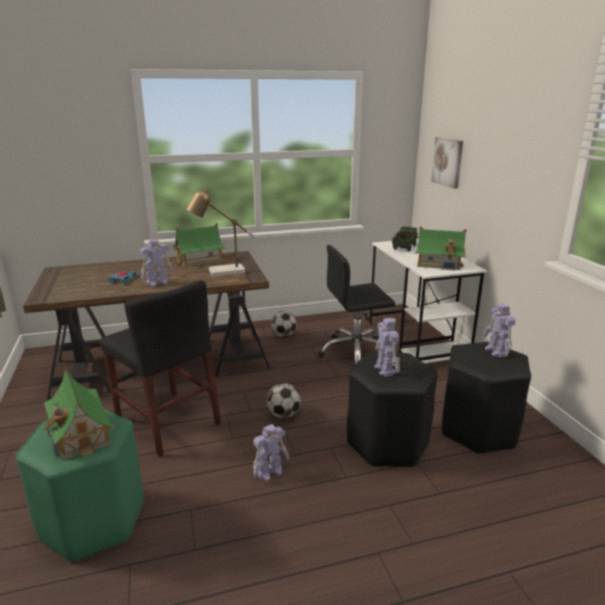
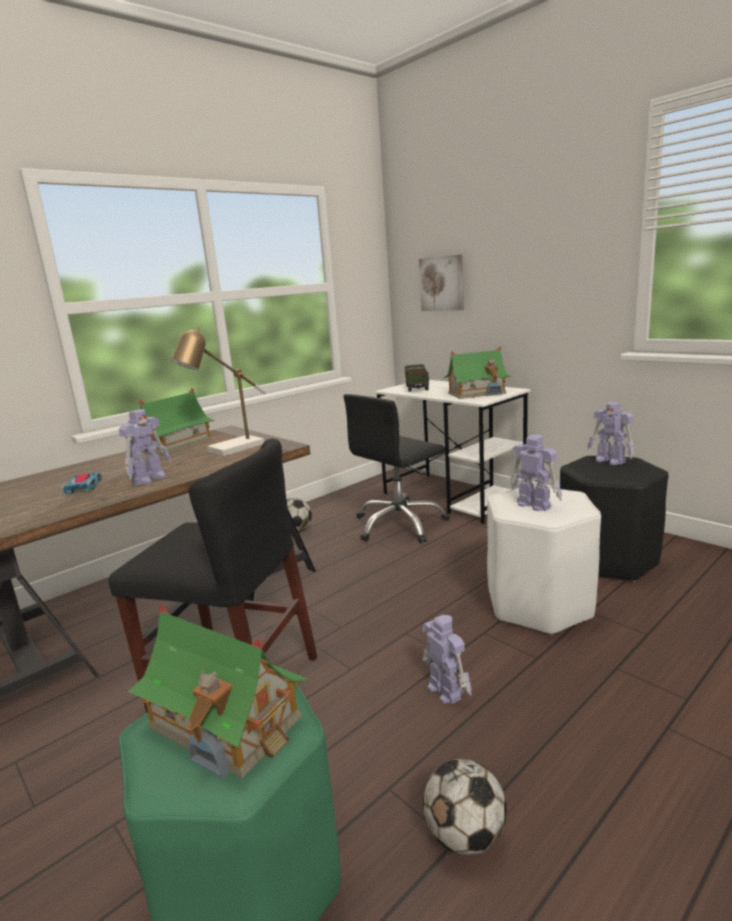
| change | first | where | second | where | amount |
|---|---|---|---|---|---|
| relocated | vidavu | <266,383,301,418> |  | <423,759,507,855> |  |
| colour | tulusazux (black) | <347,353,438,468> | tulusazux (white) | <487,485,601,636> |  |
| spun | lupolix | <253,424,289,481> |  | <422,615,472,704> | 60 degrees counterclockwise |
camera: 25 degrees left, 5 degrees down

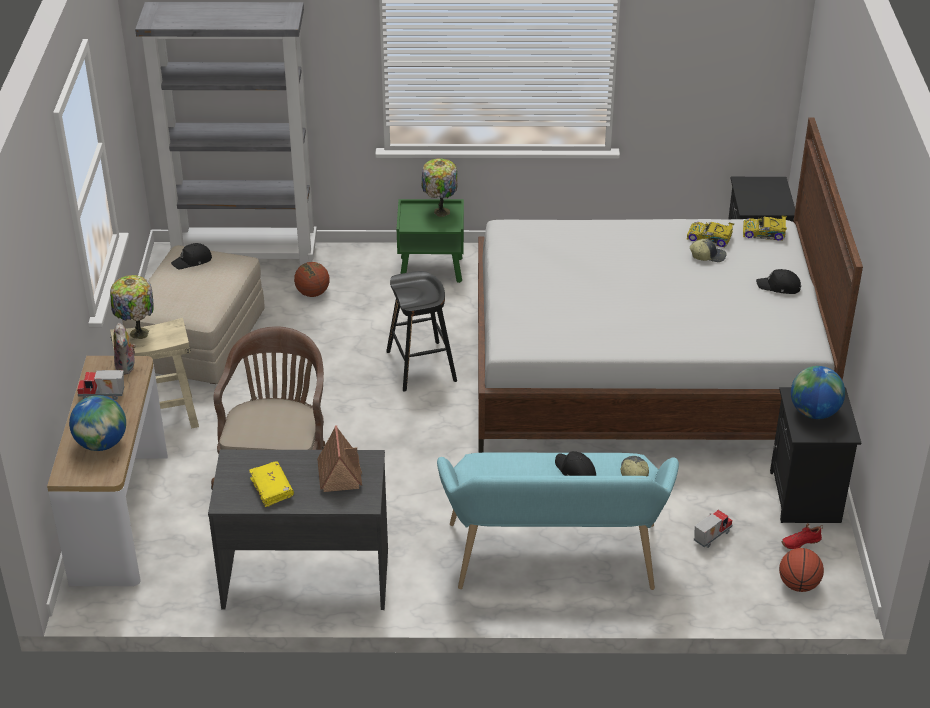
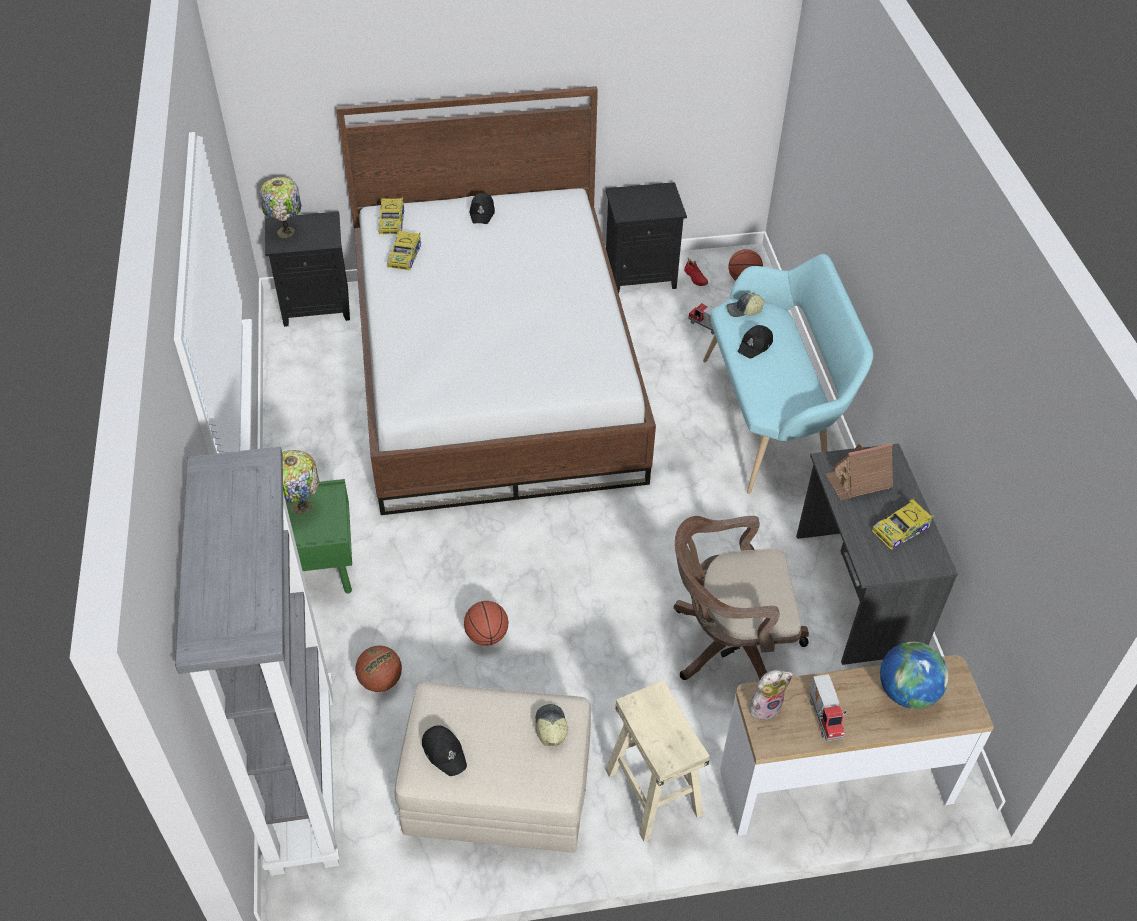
| change | first | where | second | where | amount |
|---|---|---|---|---|---|
| missing | tulusazux (black) | <386,271,457,392> |  |  |  |
| missing | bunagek | <791,366,845,419> |  |  |  |
| appeared |  |  | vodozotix | <464,601,508,646> |  |
| relocated | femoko | <110,275,154,339> |  | <260,177,301,238> |  |
| relocated | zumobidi | <690,238,726,262> |  | <535,704,568,746> |  |
| exchanged | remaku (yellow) | <249,461,294,507> | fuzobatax | <872,498,934,549> |  |
camera: 100 degrees left, 10 degrees up

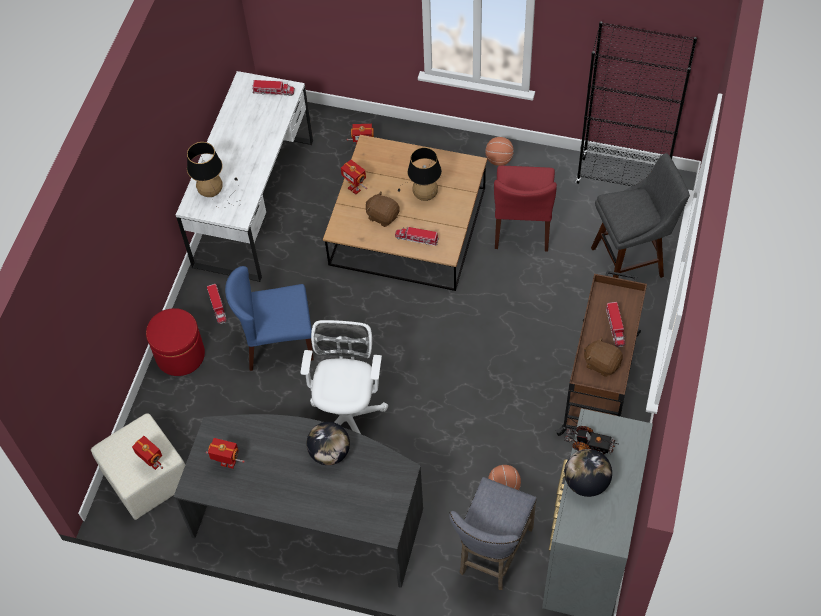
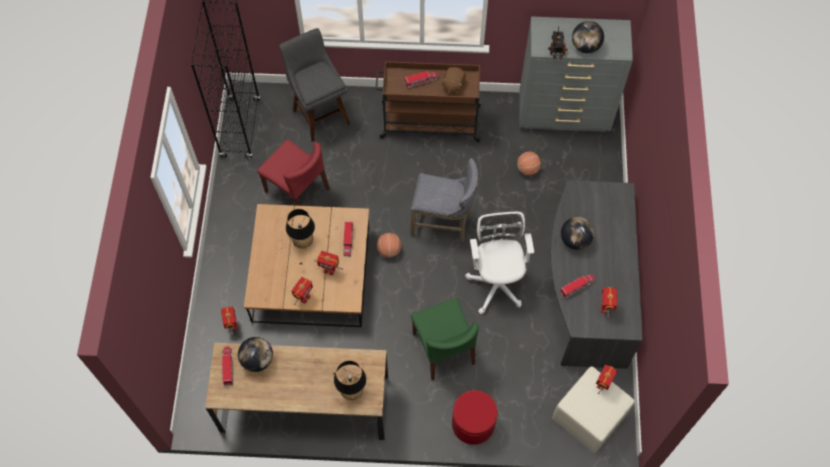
| change | first | where | second | where | amount |
|---|---|---|---|---|---|
| appeared |  |  | bunagek | <238,337,273,372> |  |
| relocated | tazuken | <207,284,227,324> |  | <560,274,595,298> |  |
| relocated | tulusazux (grey) | <449,477,537,590> |  | <410,158,479,242> |  |
| relocated | vodozotix | <485,137,514,166> |  | <377,233,401,258> |  |
| exchanged | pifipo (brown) | <366,191,400,227> | lupolix | <315,251,343,275> |  |
| colour | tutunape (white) | <176,71,313,282> | tutunape (brown) | <205,343,388,440> |  |
| colour | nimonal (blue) | <225,266,314,371> | nimonal (green) | <411,298,479,380> |  |
| spun | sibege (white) | <300,320,388,434> |  | <465,212,534,314> | 90 degrees clockwise |
| spun | nimonal (red) | <494,166,557,252> |  | <257,139,330,206> | 45 degrees clockwise |
camera: 105 degrees left, 5 degrees up

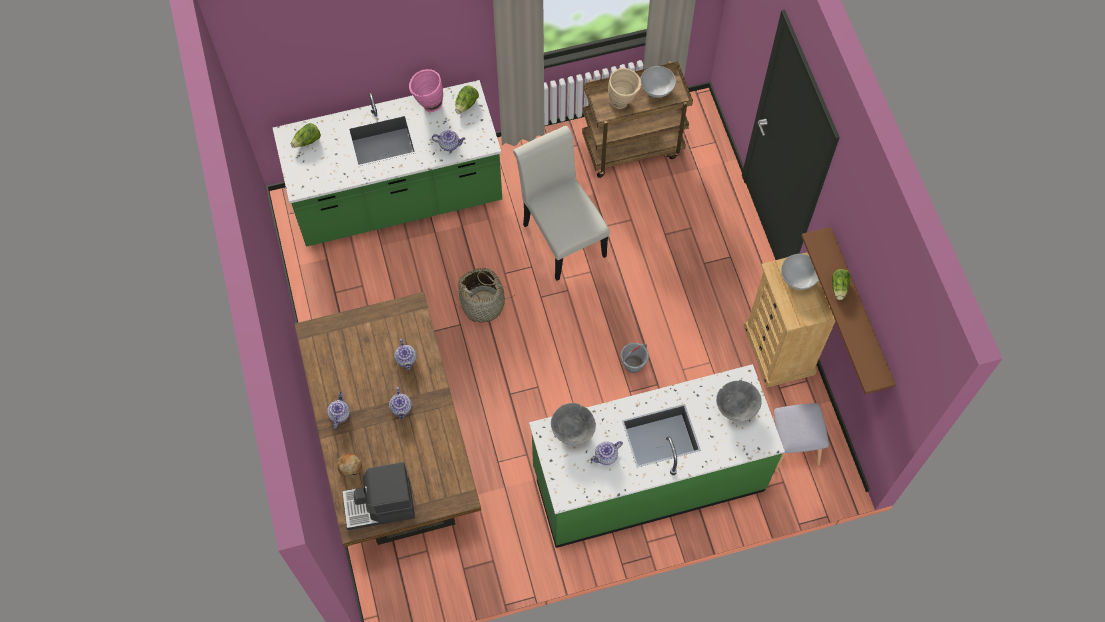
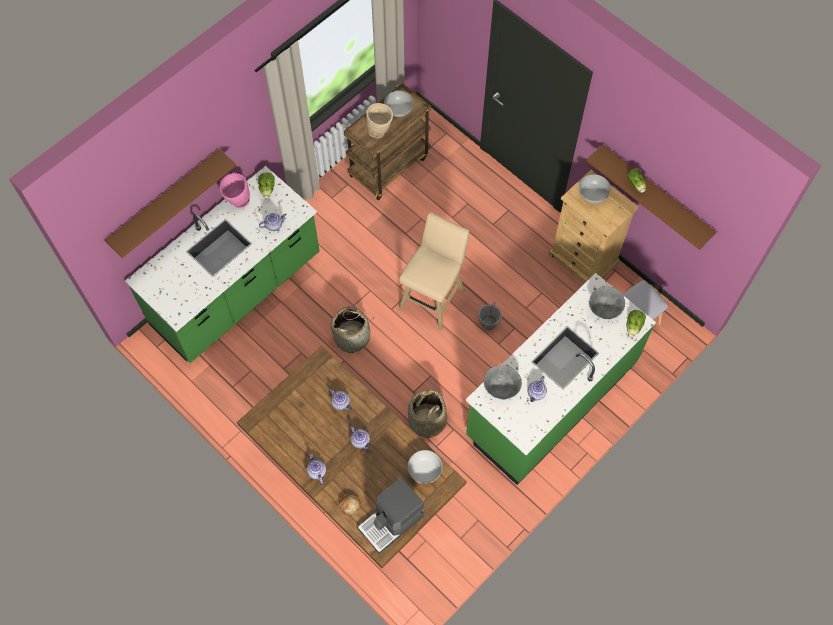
| change | first | where | second | where | amount |
|---|---|---|---|---|---|
| missing | nimonal (white) | <513,126,610,281> |  |  |  |
| appeared |  |  | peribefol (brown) | <105,149,236,258> |  |
| appeared |  |  | tulusazux (beige) | <398,212,469,331> |  |
| appeared |  |  | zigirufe | <408,389,447,443> |  |
| appeared |  |  | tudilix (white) | <408,450,442,484> |  |
| relocated | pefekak | <291,123,321,148> |  | <626,310,646,337> |  |
camera: 30 degrees left, 0 degrees up

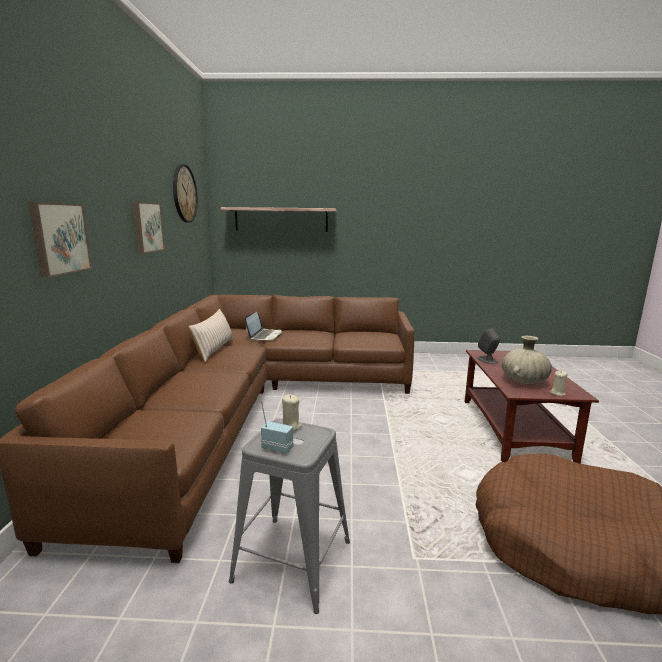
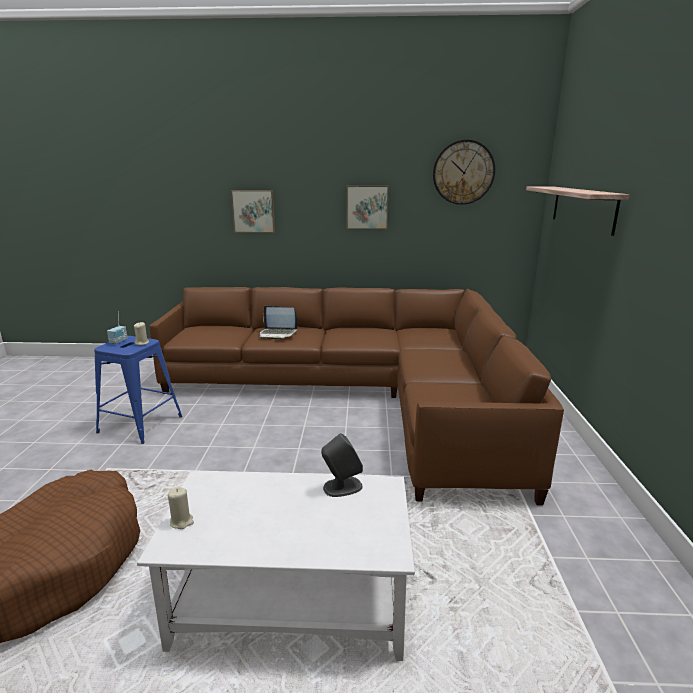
| change | first | where | second | where | amount |
|---|---|---|---|---|---|
| missing | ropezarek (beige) | <188,309,233,362> |  |  |  |
| missing | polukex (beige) | <502,336,552,384> |  |  |  |
| relocated | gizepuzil | <245,312,282,340> |  | <260,305,297,340> |  |
| colour | tulusazux (grey) | <229,419,350,614> | tulusazux (blue) | <94,336,182,444> |  |
| colour | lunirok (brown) | <465,350,599,464> | lunirok (white) | <137,471,415,661> |  |
camera: 90 degrees right, 5 degrees up

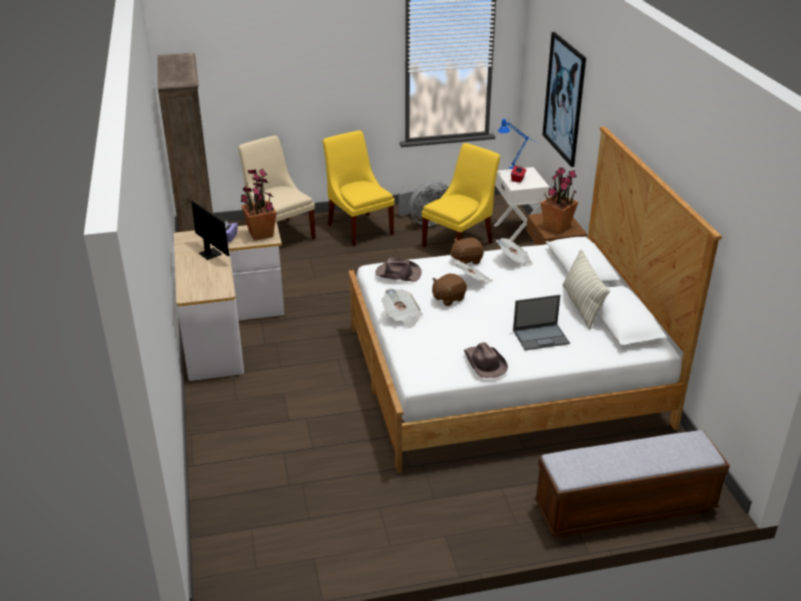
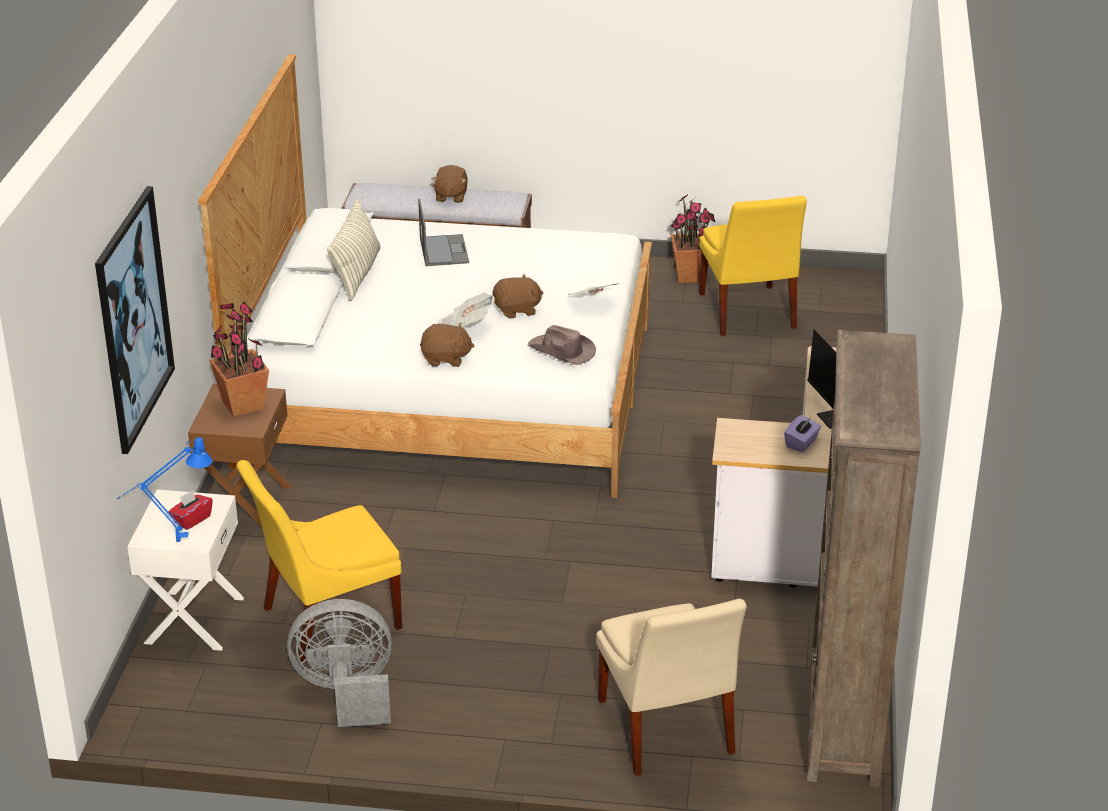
| change | first | where | second | where | amount |
|---|---|---|---|---|---|
| missing | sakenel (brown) | <464,342,508,378> |  |  |  |
| missing | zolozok | <496,238,533,265> |  |  |  |
| appeared |  |  | pifipo (brown) | <432,165,468,203> |  |
| relocated | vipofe | <241,168,277,241> |  | <671,194,715,283> |  |
| relocated | nimonal (yellow) | <323,130,395,247> |  | <699,196,807,336> |  |
| spun | gizepuzil | <513,295,570,350> |  | <418,198,469,266> | 75 degrees clockwise |
camera: 160 degrees left, 0 degrees up

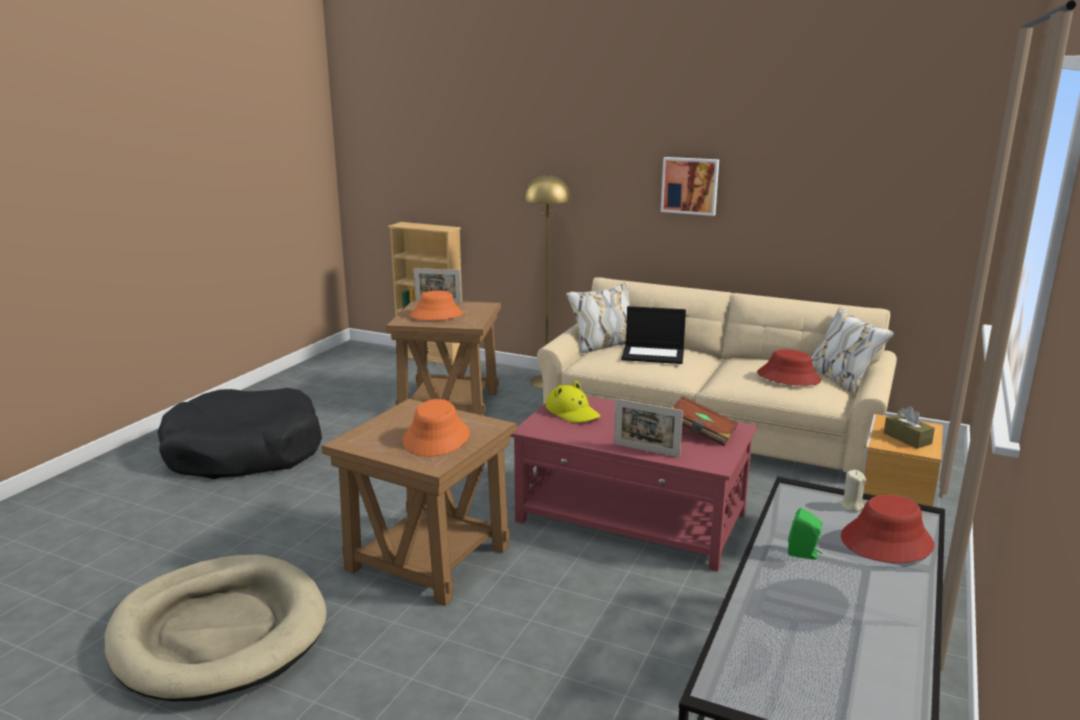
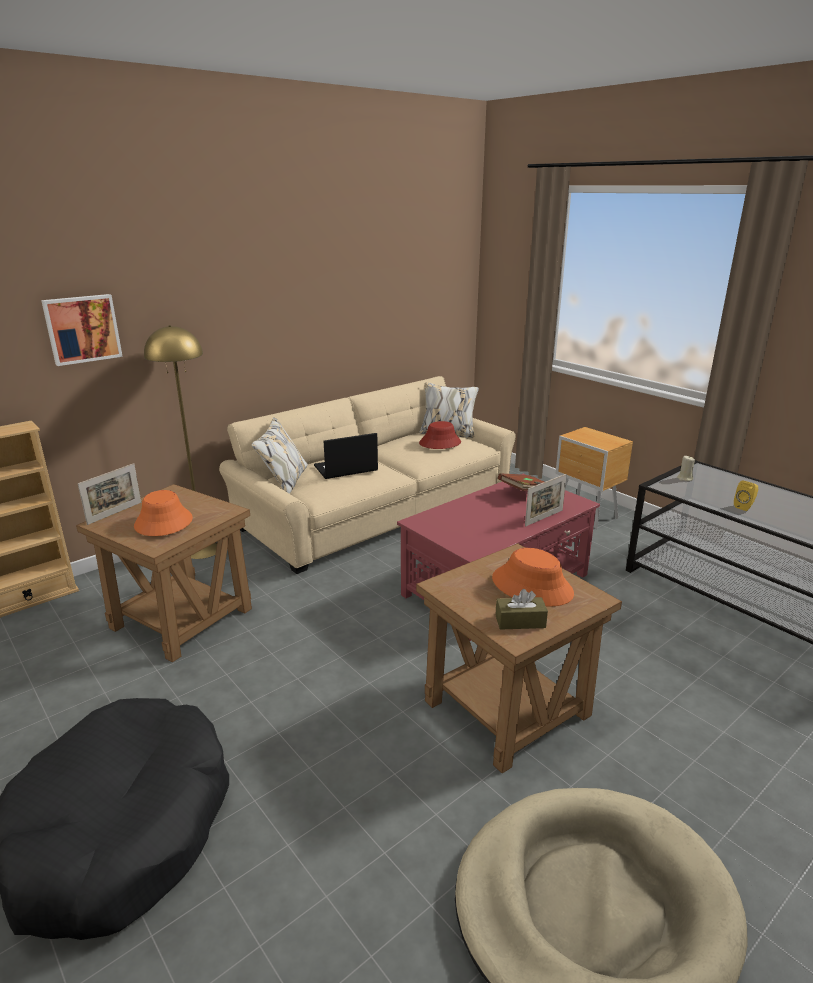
| change | first | where | second | where | amount |
|---|---|---|---|---|---|
| missing | sakenel (yellow) | <546,381,600,423> |  |  |  |
| missing | sakenel (red) | <841,495,935,563> |  |  |  |
| relocated | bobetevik | <661,157,719,216> |  | <41,294,123,366> |  |
| relocated | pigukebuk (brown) | <884,406,935,449> |  | <495,589,548,630> |  |
| colour | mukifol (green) | <788,508,822,559> | mukifol (yellow) | <734,481,758,511> |  |
| spun | gizepuzil | <621,306,686,364> |  | <314,433,378,479> | 150 degrees counterclockwise |
camera: 65 degrees left, 5 degrees up

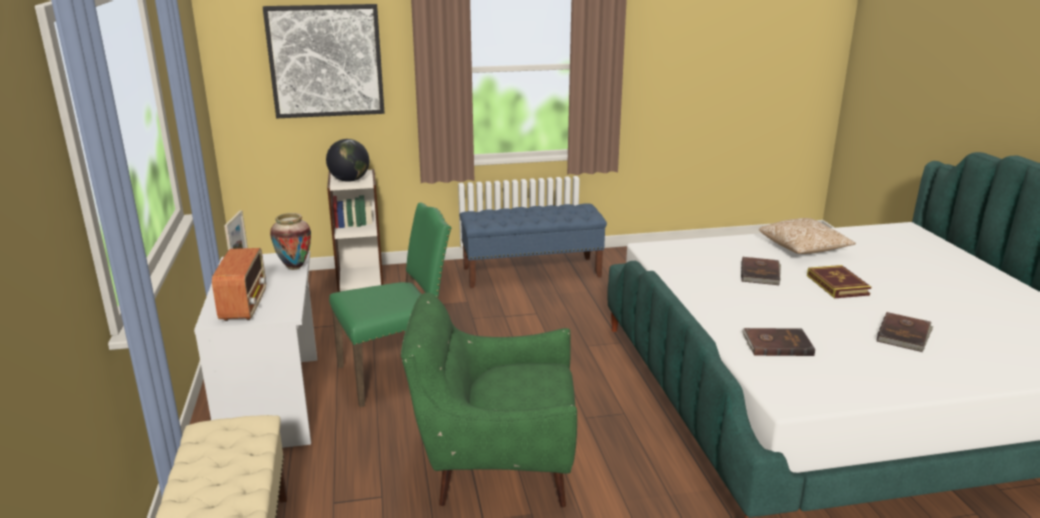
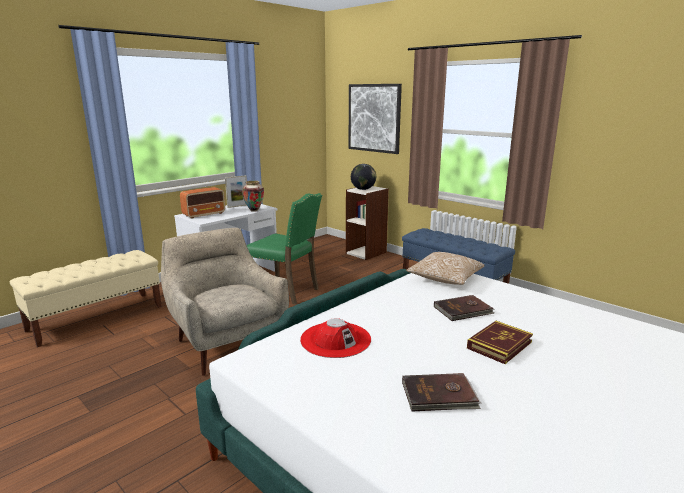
| change | first | where | second | where | amount |
|---|---|---|---|---|---|
| relocated | ropezarek | <759,218,856,254> |  | <406,252,485,285> |  |
| exchanged | remaku (brown) | <742,328,815,356> | sakenel (red) | <300,318,371,358> |  |
| colour | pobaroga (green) | <401,292,577,507> | pobaroga (beige) | <161,228,289,376> |  |
camera: 55 degrees right, 5 degrees down

